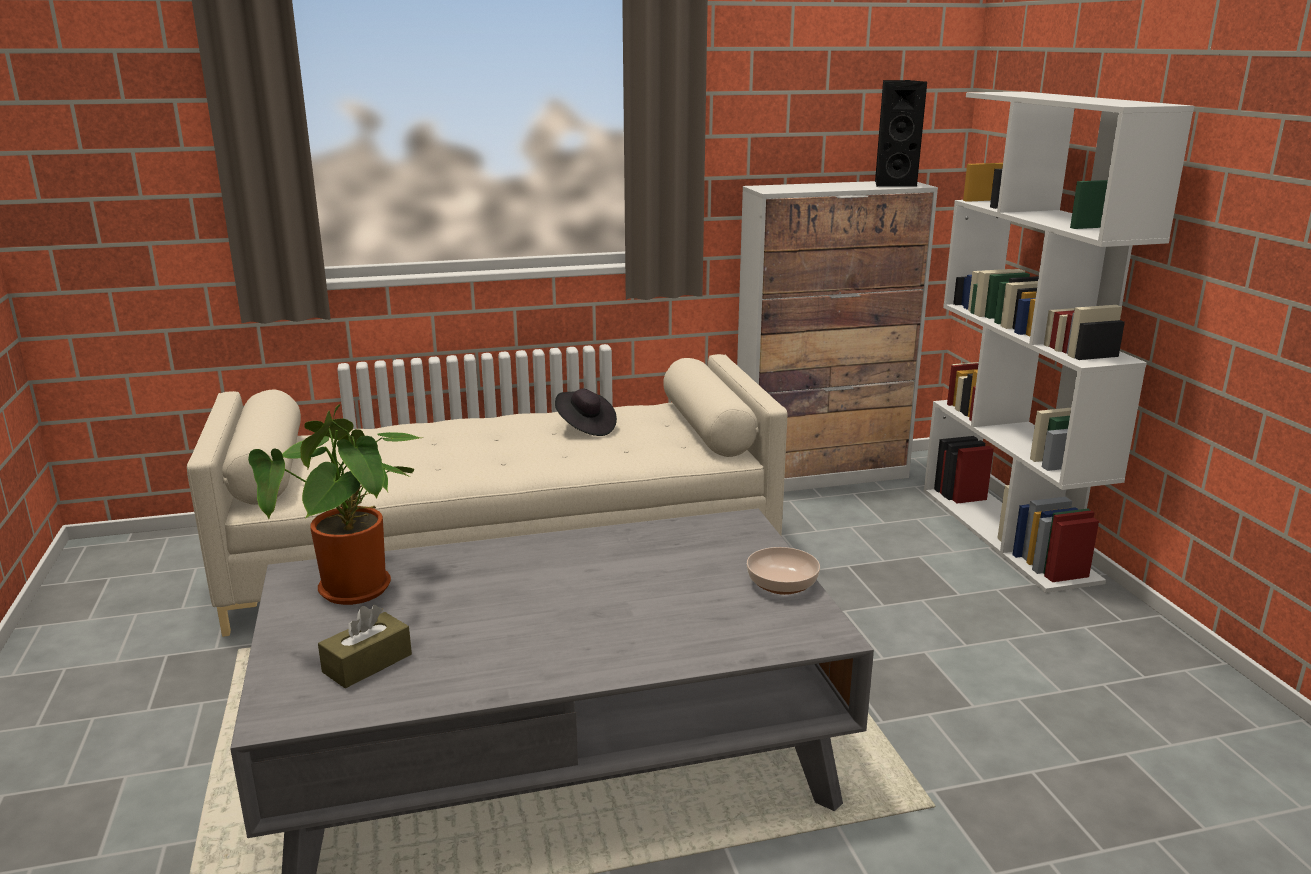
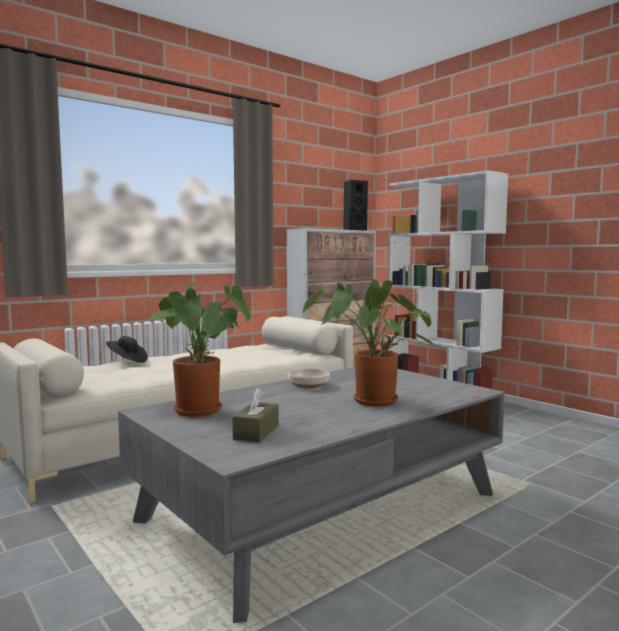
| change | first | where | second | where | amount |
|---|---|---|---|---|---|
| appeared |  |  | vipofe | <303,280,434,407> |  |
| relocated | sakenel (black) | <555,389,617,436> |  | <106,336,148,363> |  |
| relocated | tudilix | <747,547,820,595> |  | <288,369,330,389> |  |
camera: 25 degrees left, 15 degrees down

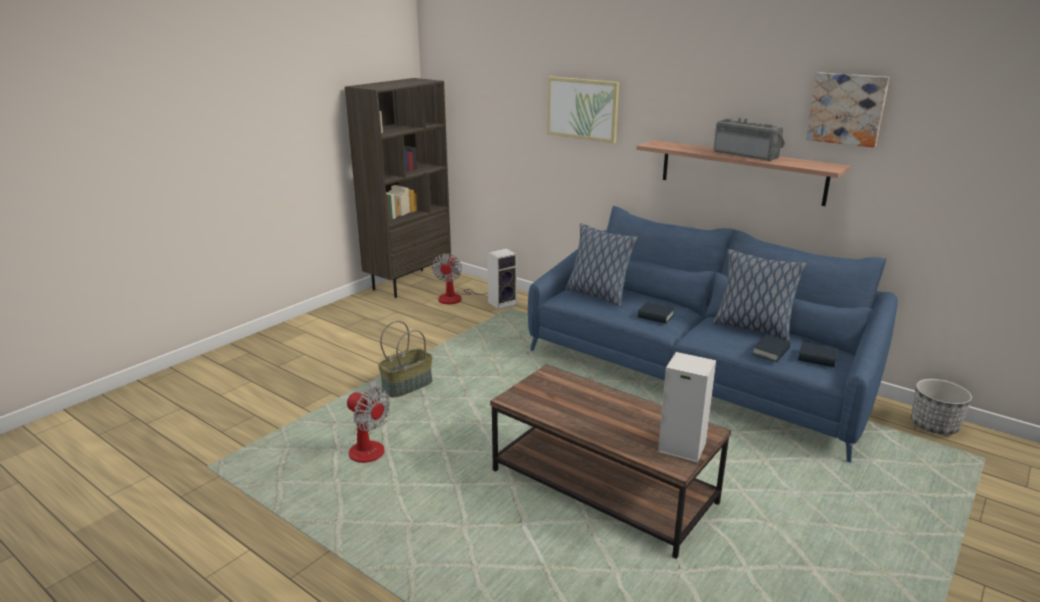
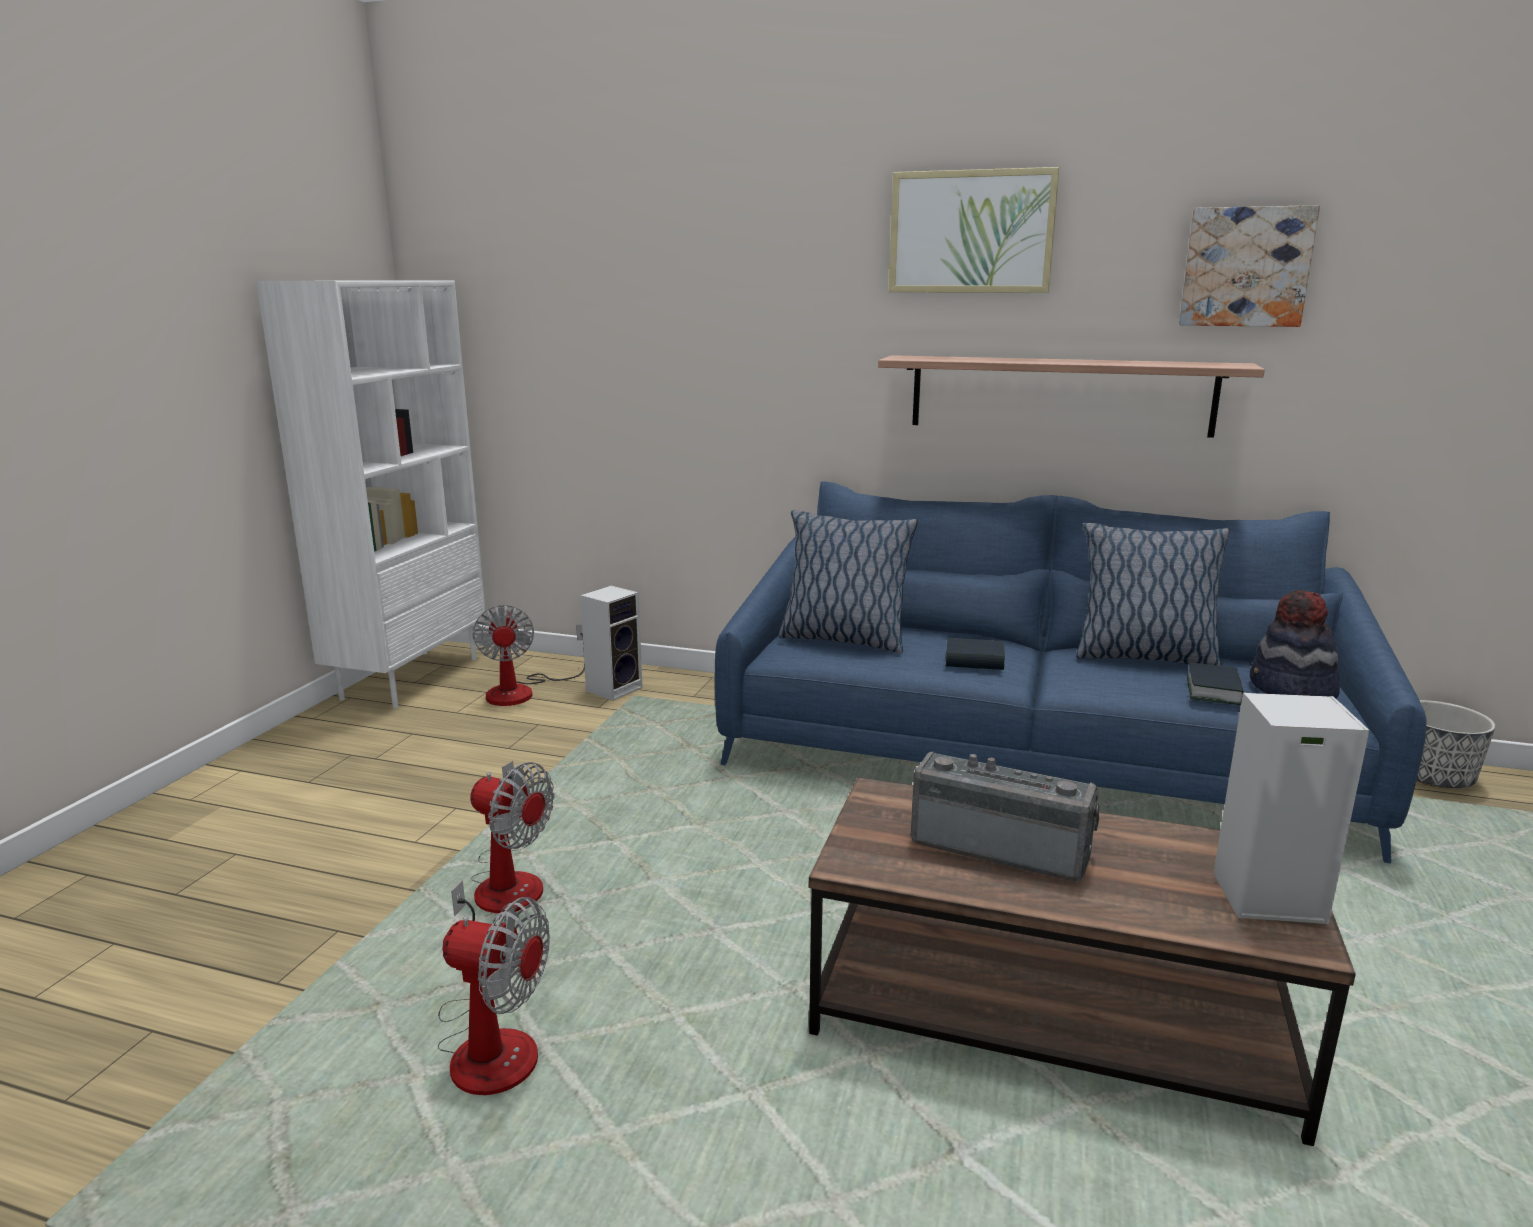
| change | first | where | second | where | amount |
|---|---|---|---|---|---|
| relocated | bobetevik | <547,76,619,143> |  | <889,167,1060,293> |  |
| relocated | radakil | <714,118,785,161> |  | <911,752,1099,881> |  |
| exchanged | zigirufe | <378,321,433,397> | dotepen | <471,761,554,913> |  |
| exchanged | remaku | <798,342,838,367> | sakenel | <1250,590,1340,698> |  |
| colour | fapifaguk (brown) | <345,78,451,298> | fapifaguk (white) | <256,281,486,708> |  |
camera: 20 degrees left, 5 degrees down

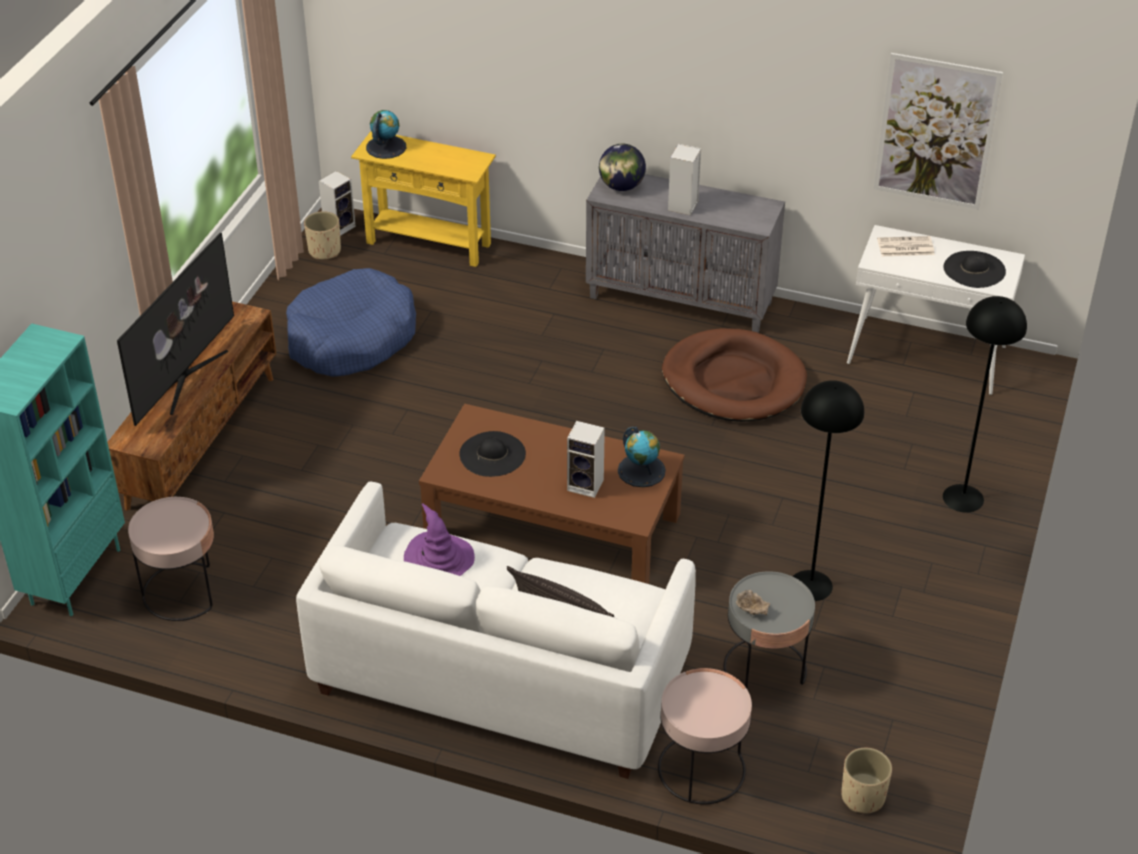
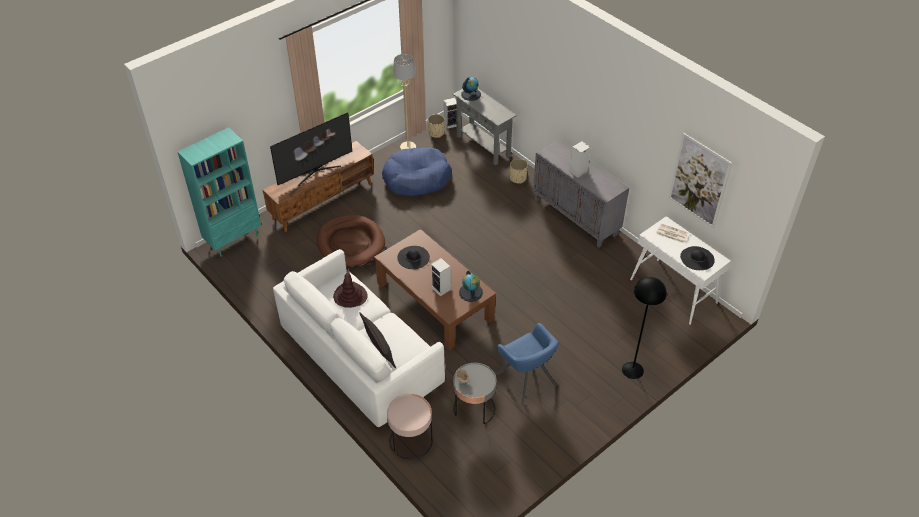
| change | first | where | second | where | amount |
|---|---|---|---|---|---|
| missing | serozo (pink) | <128,497,214,621> |  |  |  |
| missing | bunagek | <599,144,646,191> |  |  |  |
| appeared |  |  | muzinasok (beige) | <393,54,416,150> |  |
| relocated | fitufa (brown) | <662,328,807,422> |  | <317,215,385,267> |  |
| relocated | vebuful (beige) | <841,748,892,813> |  | <510,159,528,184> |  |
| exchanged | muzinasok (black) | <793,380,864,601> | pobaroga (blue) | <495,323,559,405> |  |
| colour | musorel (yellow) | <351,131,496,267> | musorel (grey) | <453,88,517,165> |  |
| colour | sakenel (purple) | <404,504,475,576> | sakenel (brown) | <333,268,368,308> |  |
camera: 30 degrees right, 5 degrees up

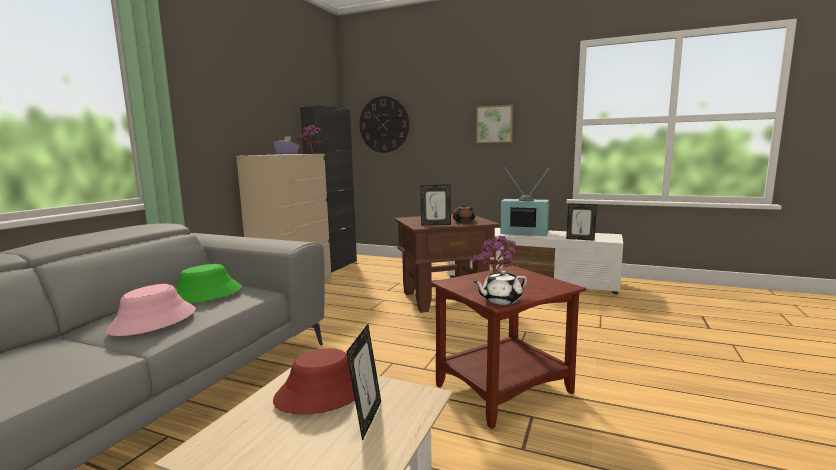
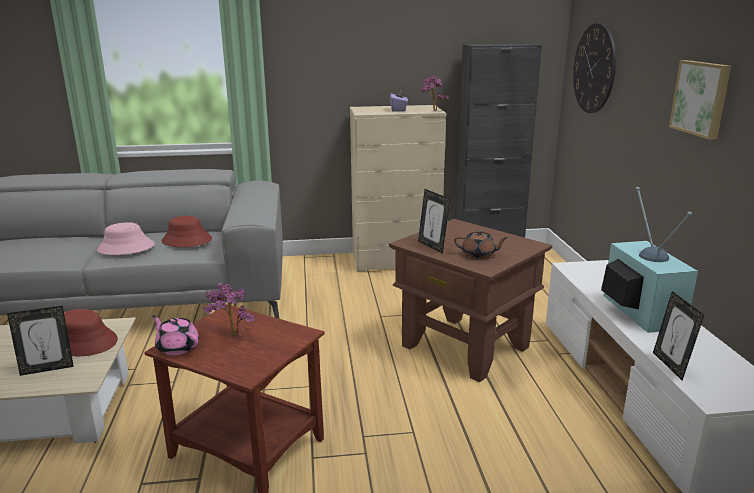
| change | first | where | second | where | amount |
|---|---|---|---|---|---|
| colour | sakenel (green) | <176,264,242,303> | sakenel (red) | <162,216,212,247> |  |
| colour | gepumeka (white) | <473,270,527,305> | gepumeka (pink) | <152,316,199,355> |  |
camera: 60 degrees right, 10 degrees up

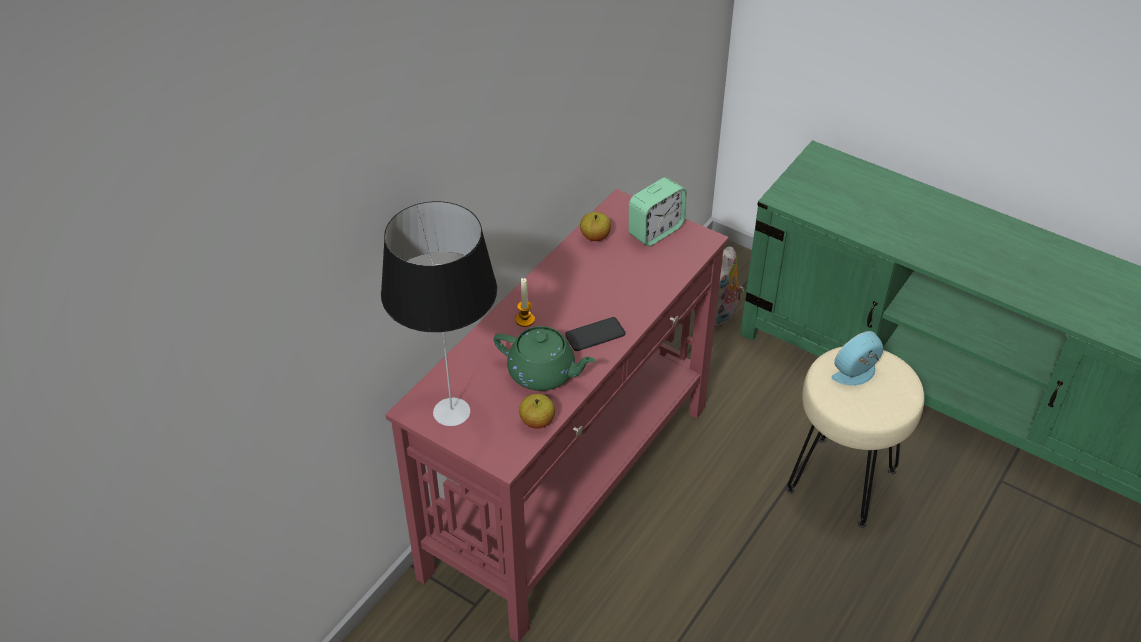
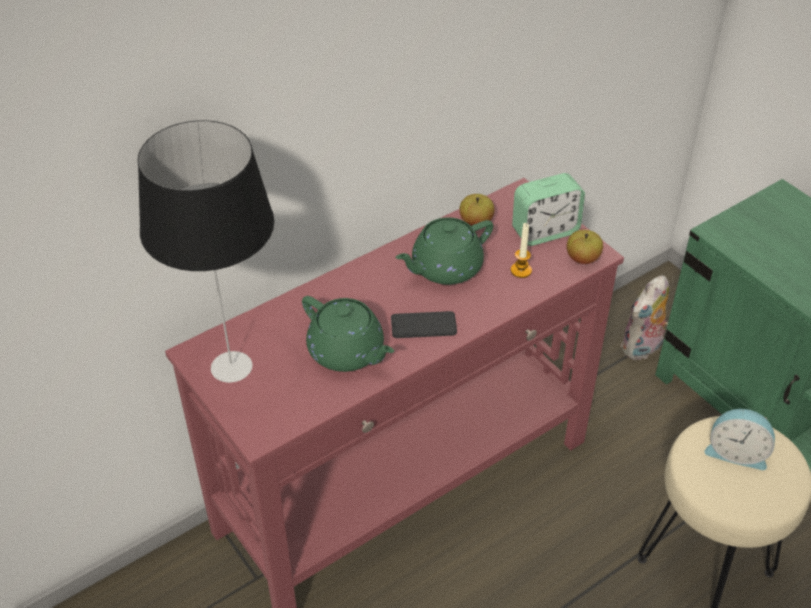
| change | first | where | second | where | amount |
|---|---|---|---|---|---|
| appeared |  |  | gepumeka (green) | <395,217,493,285> |  |
| relocated | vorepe | <515,278,535,327> |  | <511,223,532,278> |  |
| relocated | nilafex | <519,394,555,429> |  | <567,230,603,264> |  |
| spun | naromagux | <832,331,883,385> |  | <704,409,775,470> | 150 degrees counterclockwise |
camera: 20 degrees right, 0 degrees up

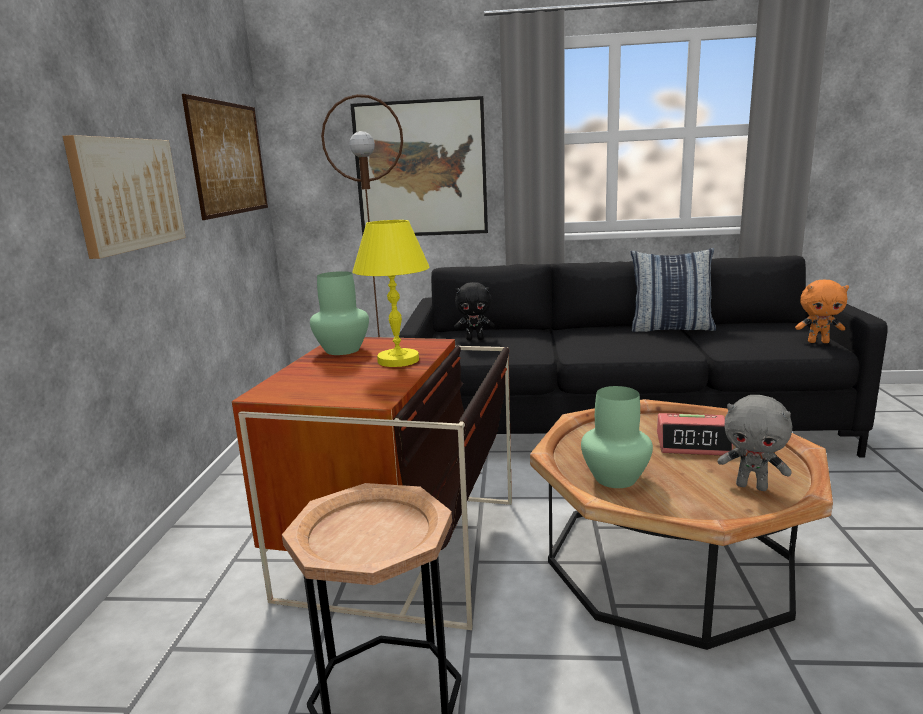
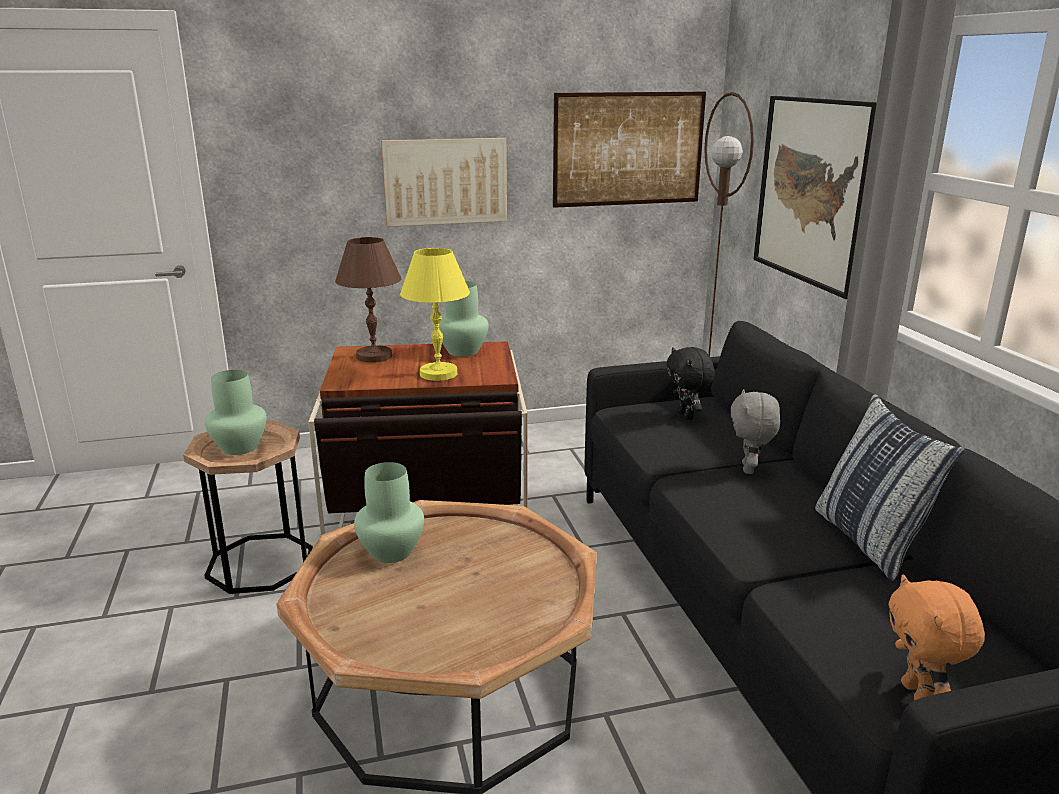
| change | first | where | second | where | amount |
|---|---|---|---|---|---|
| missing | naromagux | <657,413,733,455> |  |  |  |
| appeared |  |  | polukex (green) | <205,370,267,455> |  |
| appeared |  |  | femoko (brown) | <335,237,401,363> |  |
| relocated | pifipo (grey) | <717,395,792,491> |  | <731,389,780,474> |  |
camera: 70 degrees right, 5 degrees up

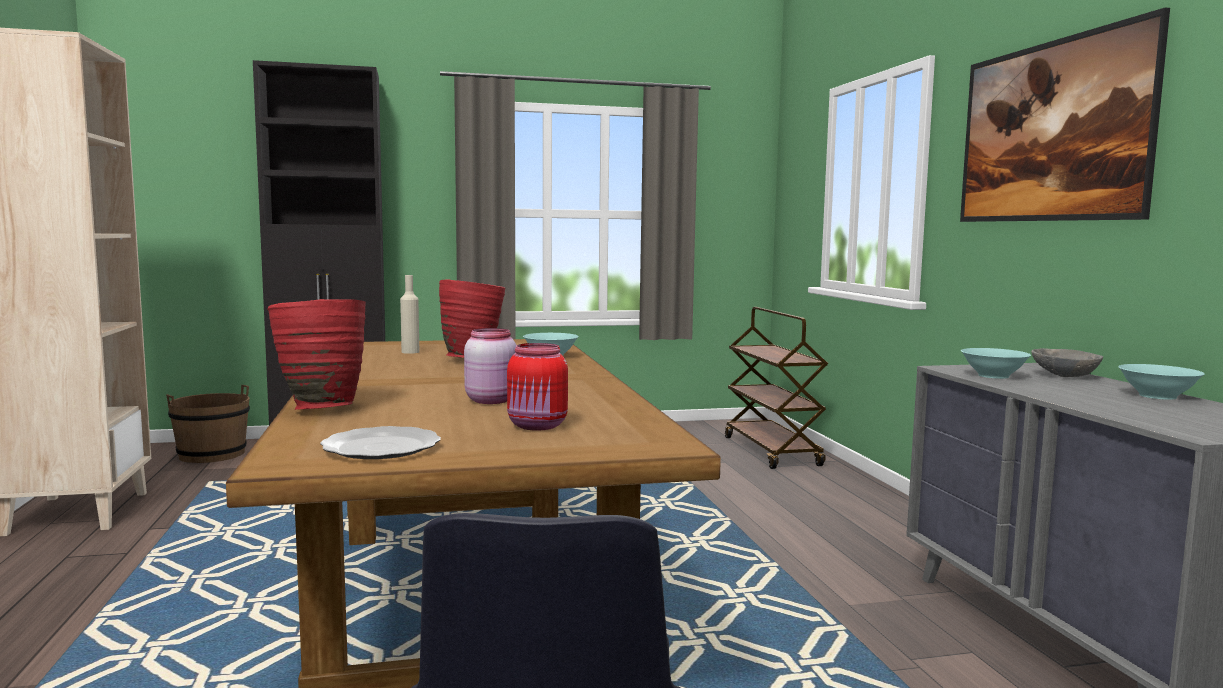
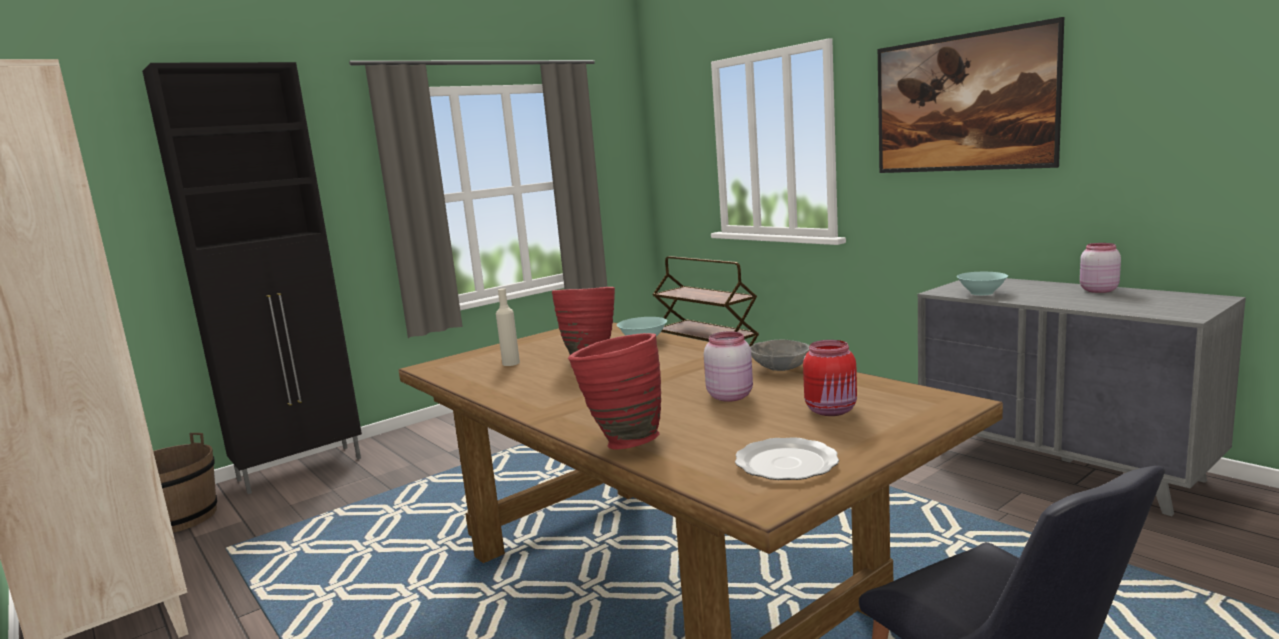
| change | first | where | second | where | amount |
|---|---|---|---|---|---|
| relocated | tudilix (grey) | <1031,348,1103,377> |  | <750,340,809,371> |  |
| exchanged | tudilix (turquoise) | <1118,364,1205,400> | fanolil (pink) | <1080,243,1121,293> |  |
camera: 25 degrees left, 5 degrees up

